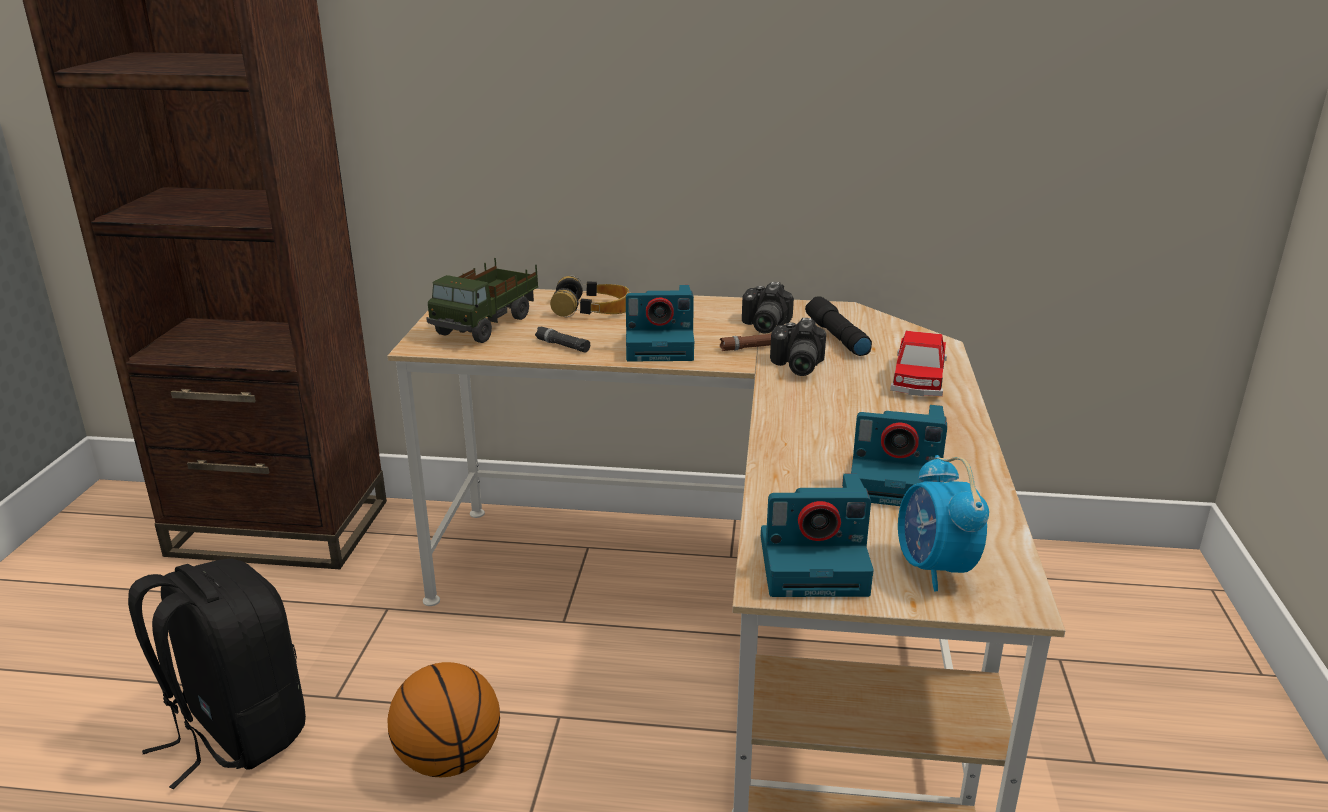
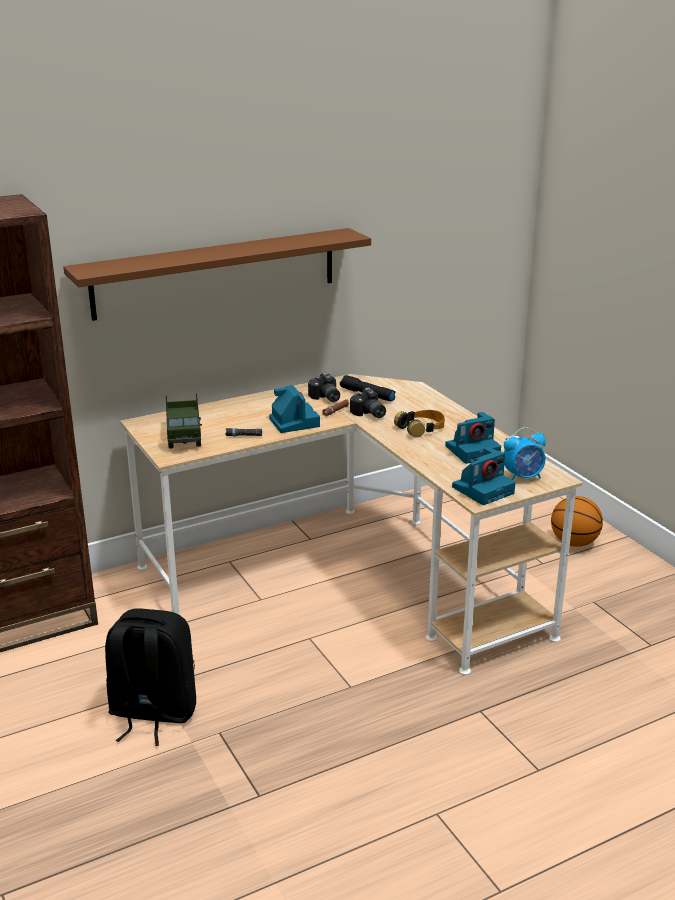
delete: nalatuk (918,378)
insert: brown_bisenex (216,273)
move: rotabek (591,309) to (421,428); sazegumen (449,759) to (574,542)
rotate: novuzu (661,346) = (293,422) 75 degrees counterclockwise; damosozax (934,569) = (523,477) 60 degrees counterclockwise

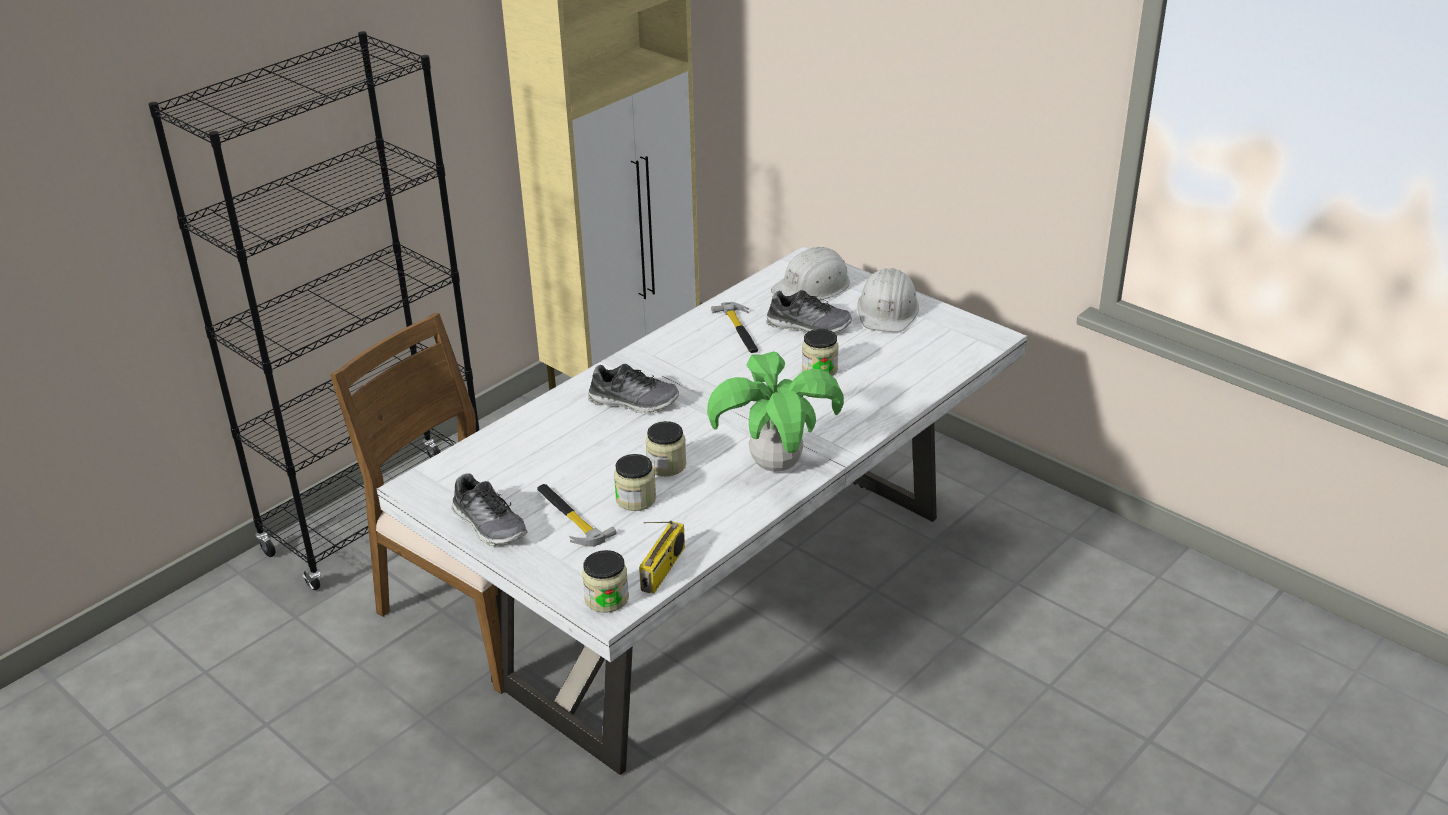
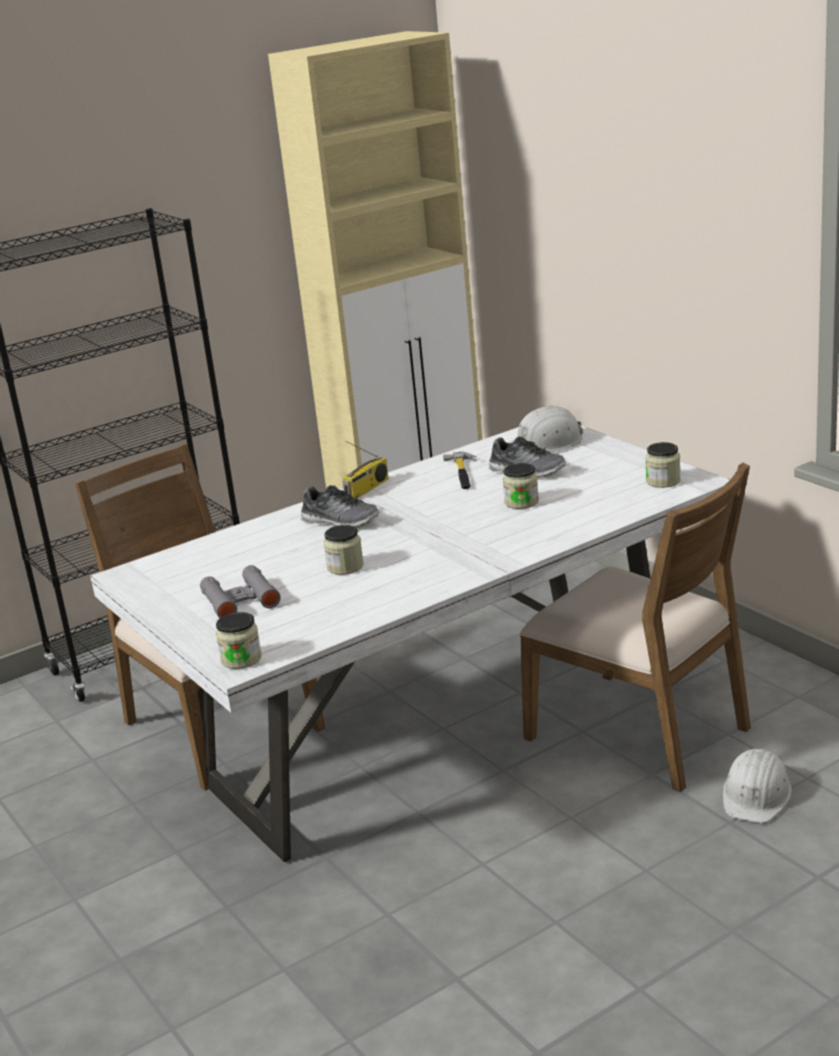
delete: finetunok (776,465); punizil (489,525)
insert: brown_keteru (640,731)
move: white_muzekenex (888,310) to (756,795); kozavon (636,499) to (663,481); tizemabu (663,570) to (366,489)
replace: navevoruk (569,517) to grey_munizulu (240,600)

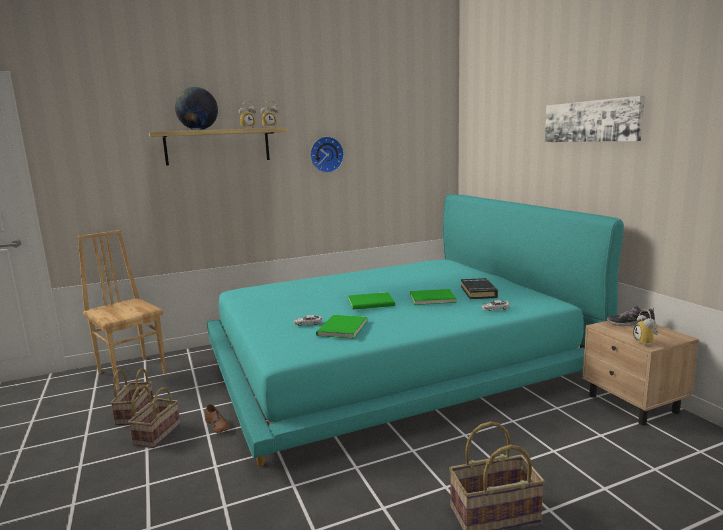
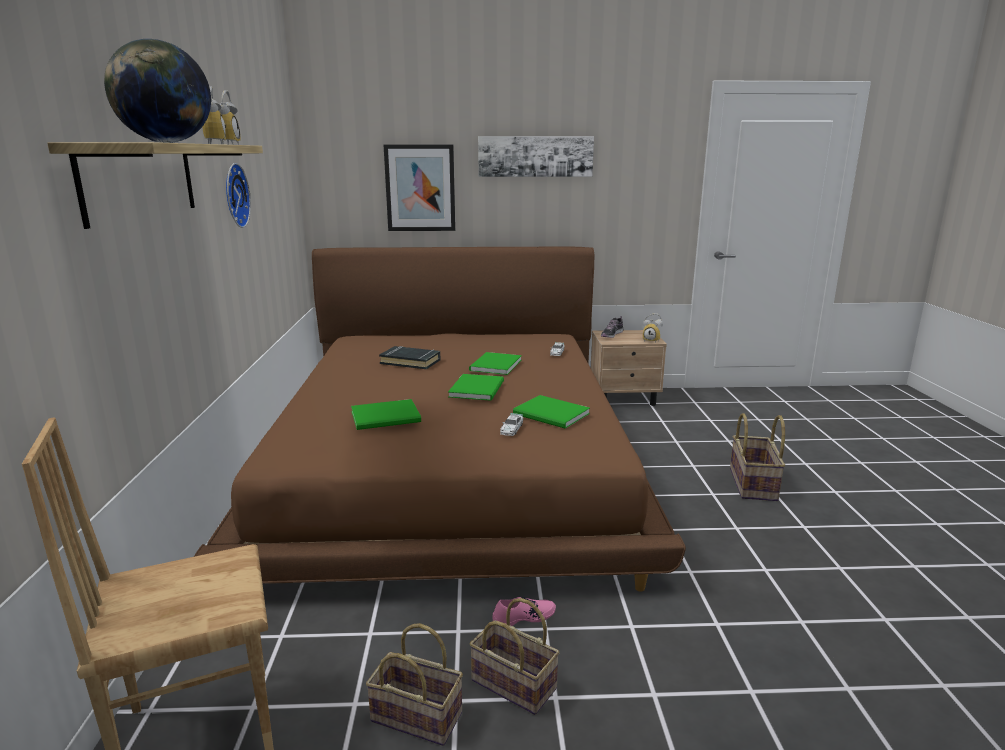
insert: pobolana (420,188); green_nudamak (388,417)
move: black_nudamak (479,292) to (410,362)
recolor: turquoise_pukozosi (391,362) to brown_pukozosi (453,465); brown_punizil (217,425) to pink_punizil (524,617)

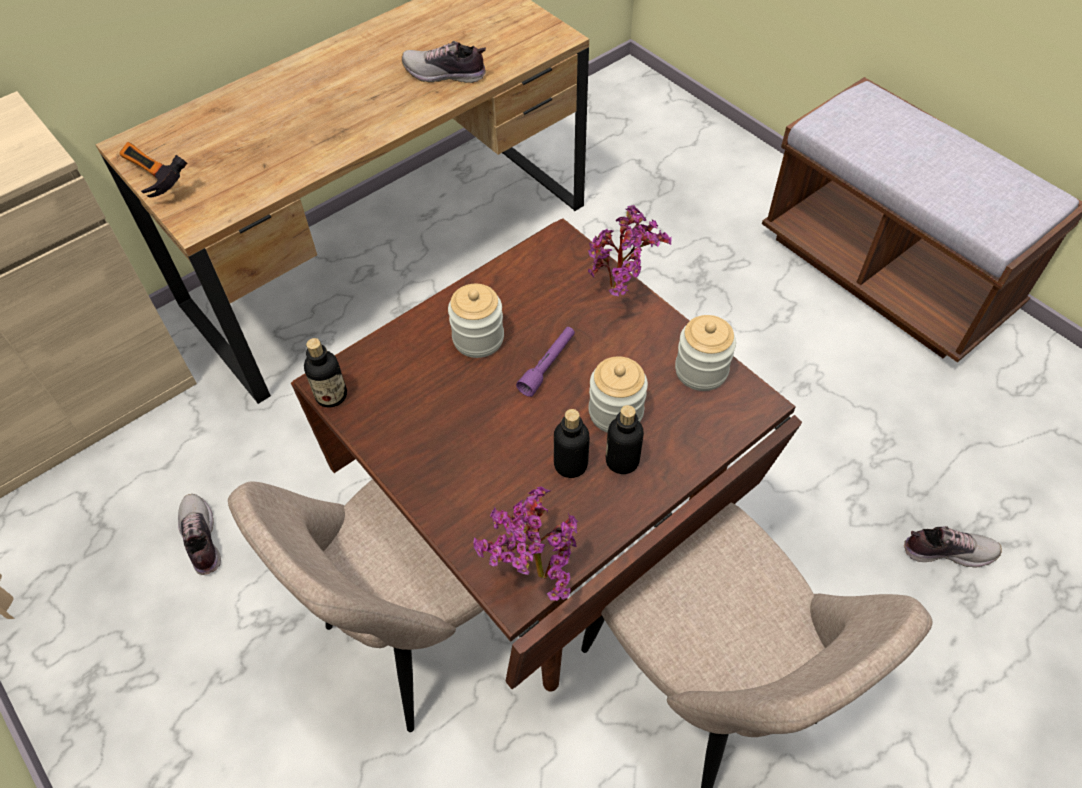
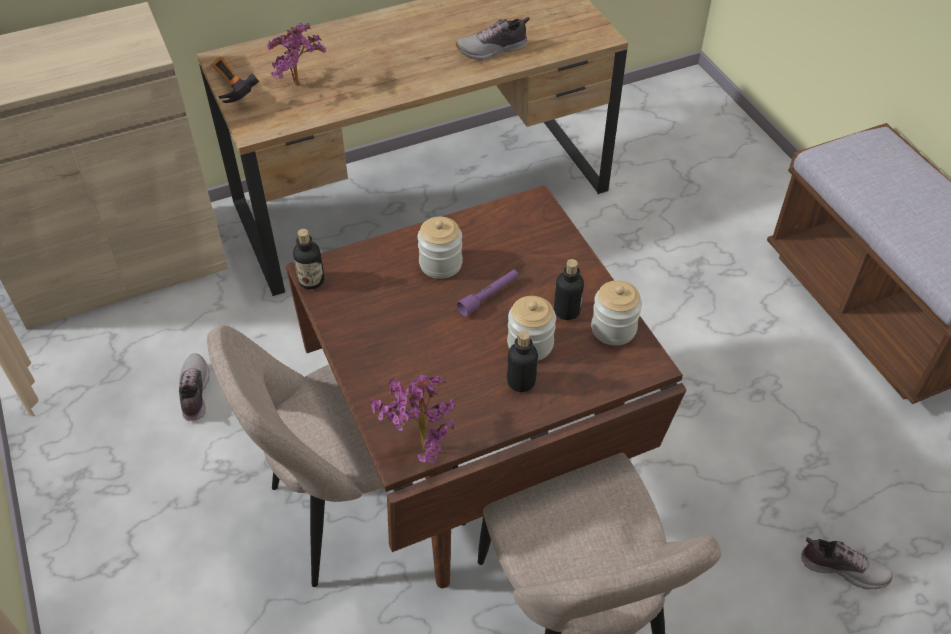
move: finetunok (621,290) to (300,86); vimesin (570,464) to (567,311)
rotate: punizil (445,74) = (493,50) 45 degrees counterclockwise

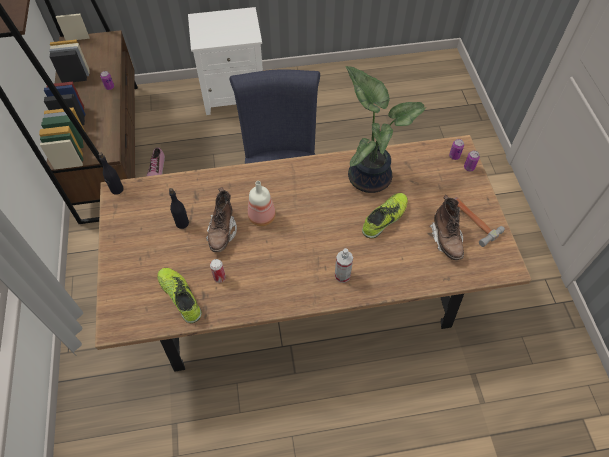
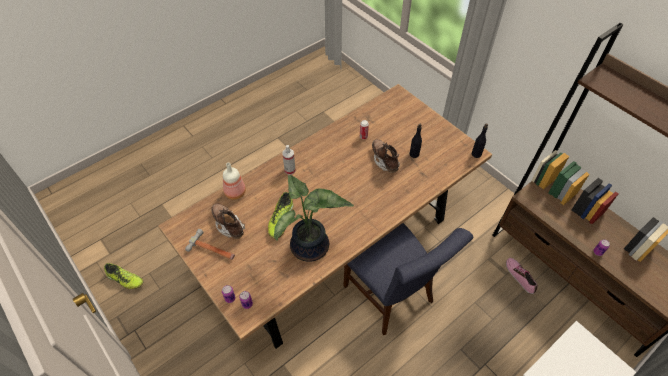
move: vimesin (262,217) to (234,192); punizil (180,296) to (125,279)

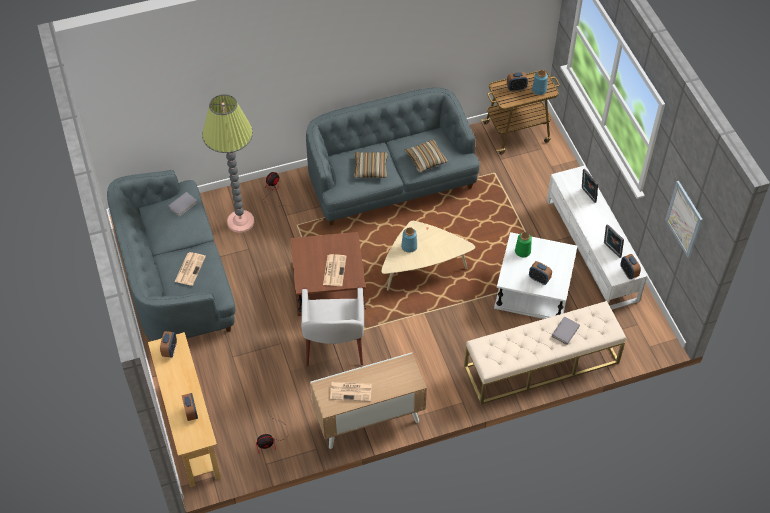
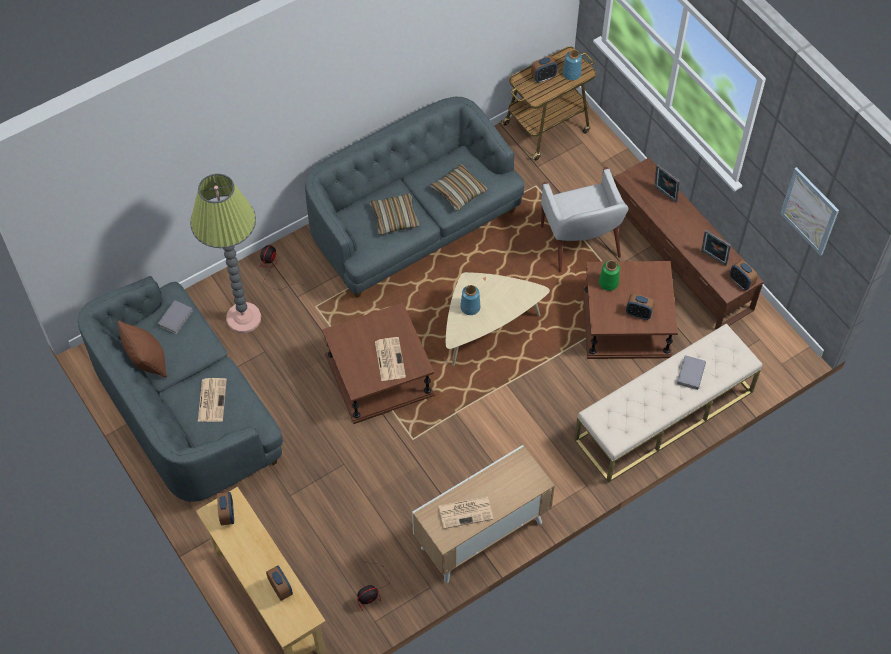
insert: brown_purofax (147,361)
move: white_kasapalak (334,345) to (580,243)
recolor: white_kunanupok (591,250) to brown_kunanupok (680,259); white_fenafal (534,288) to brown_fenafal (626,322)

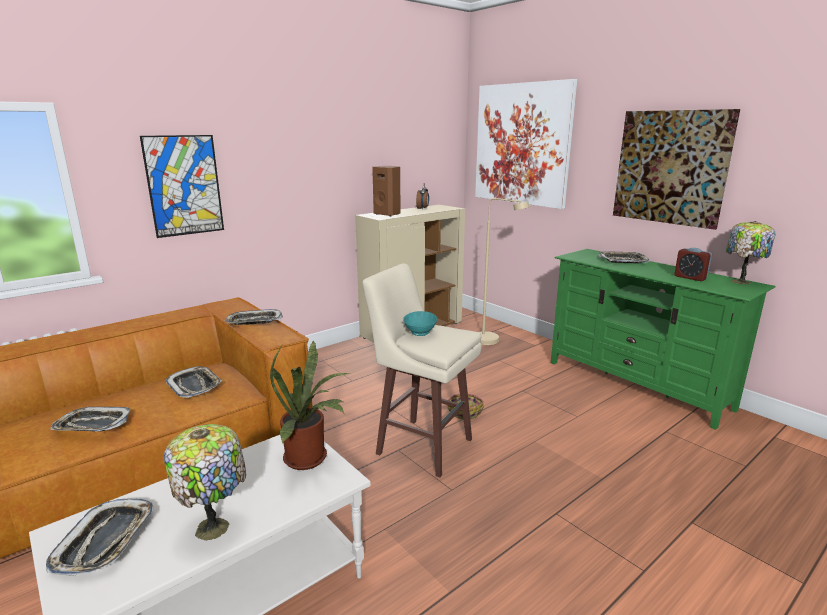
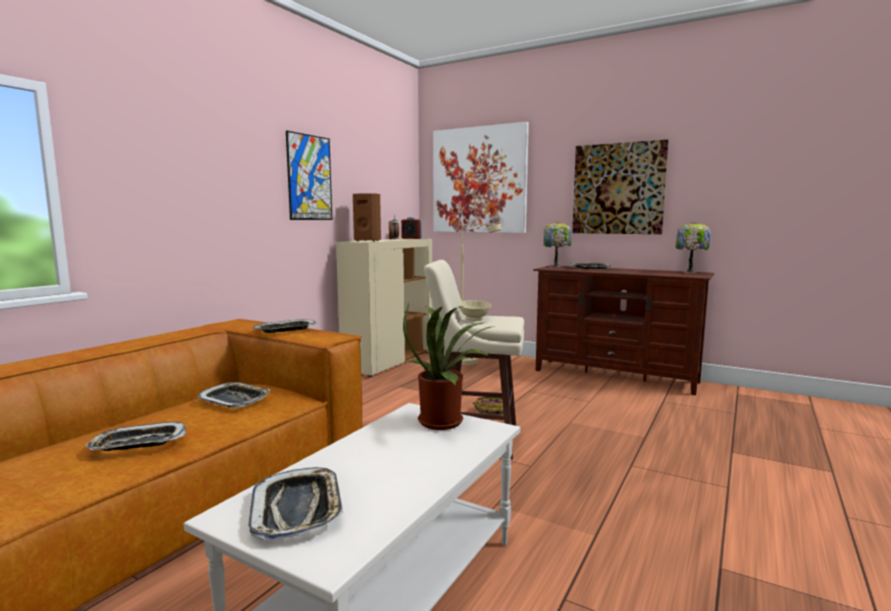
move: pobolana (184,185) to (309,178); damosozax (690,277) to (411,238); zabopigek (215,527) to (556,266)
recolor: green_kunanupok (636,384) to brown_kunanupok (615,376); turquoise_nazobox (419,333) to beige_nazobox (474,319)

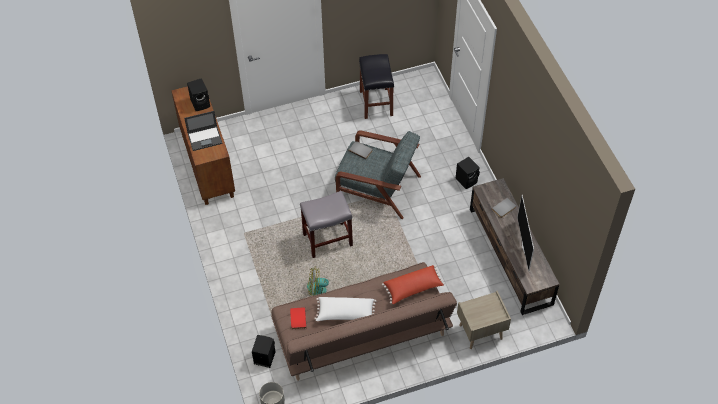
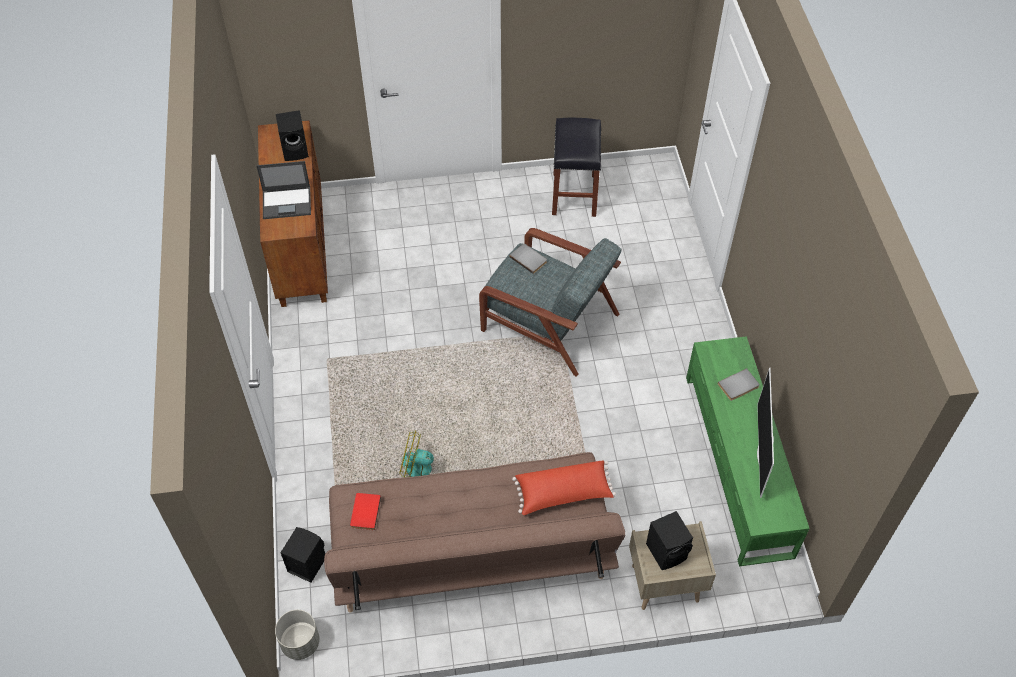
delete: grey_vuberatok (328,239); white_purofax (345,314)
move: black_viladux (467,180) to (667,551)
recolor: brown_kunanupok (510,256) to green_kunanupok (737,464)

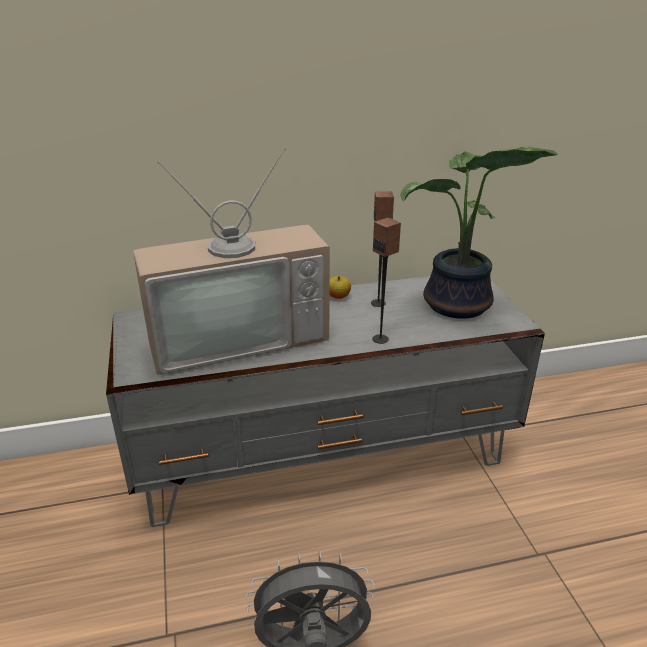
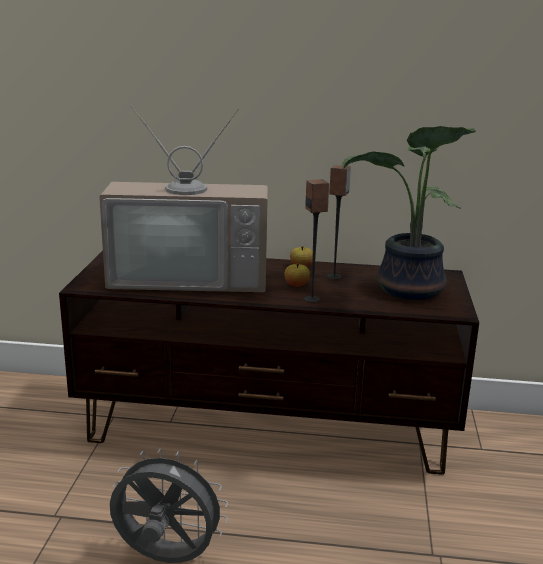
insert: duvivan (296,285)
recolor: grey_kunanupok (324,457) to brown_kunanupok (268,429)

